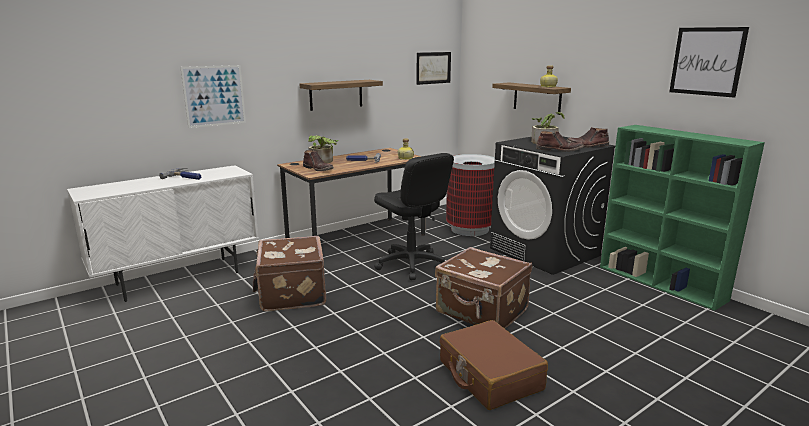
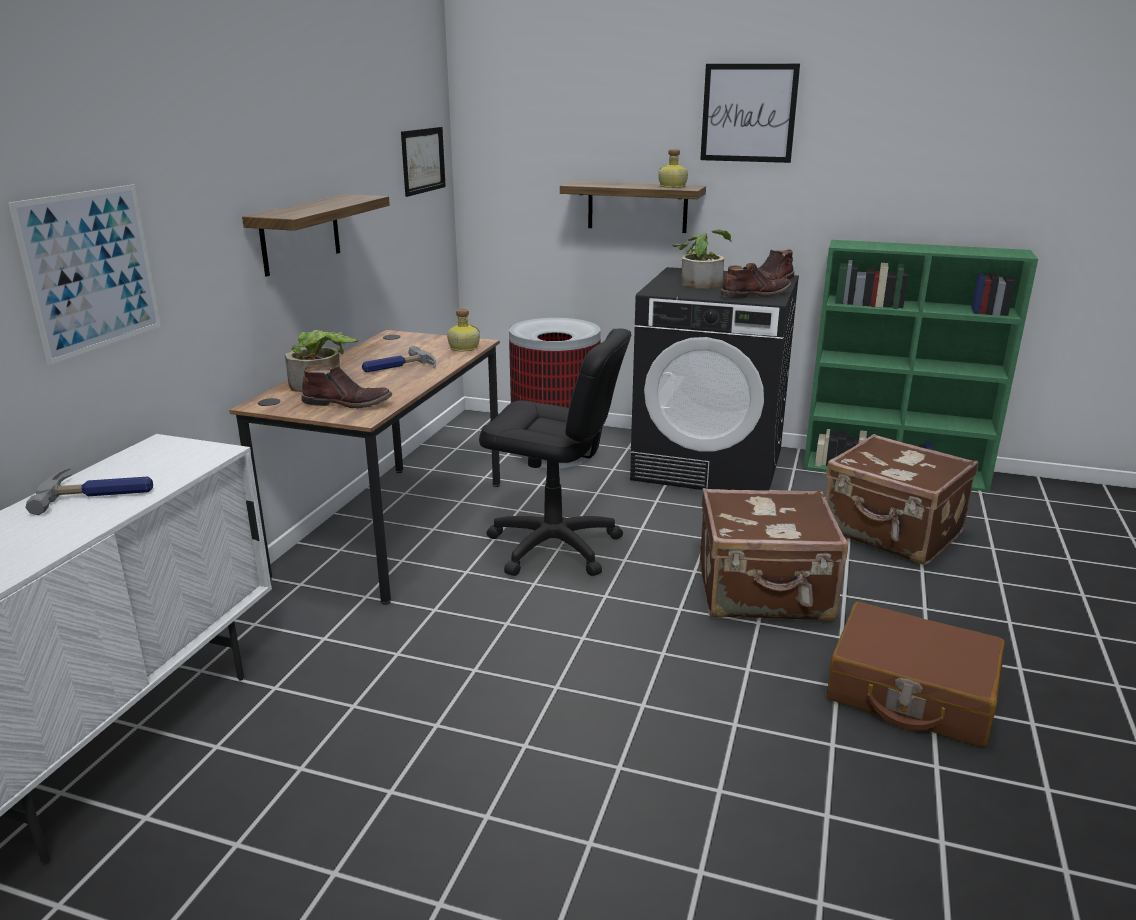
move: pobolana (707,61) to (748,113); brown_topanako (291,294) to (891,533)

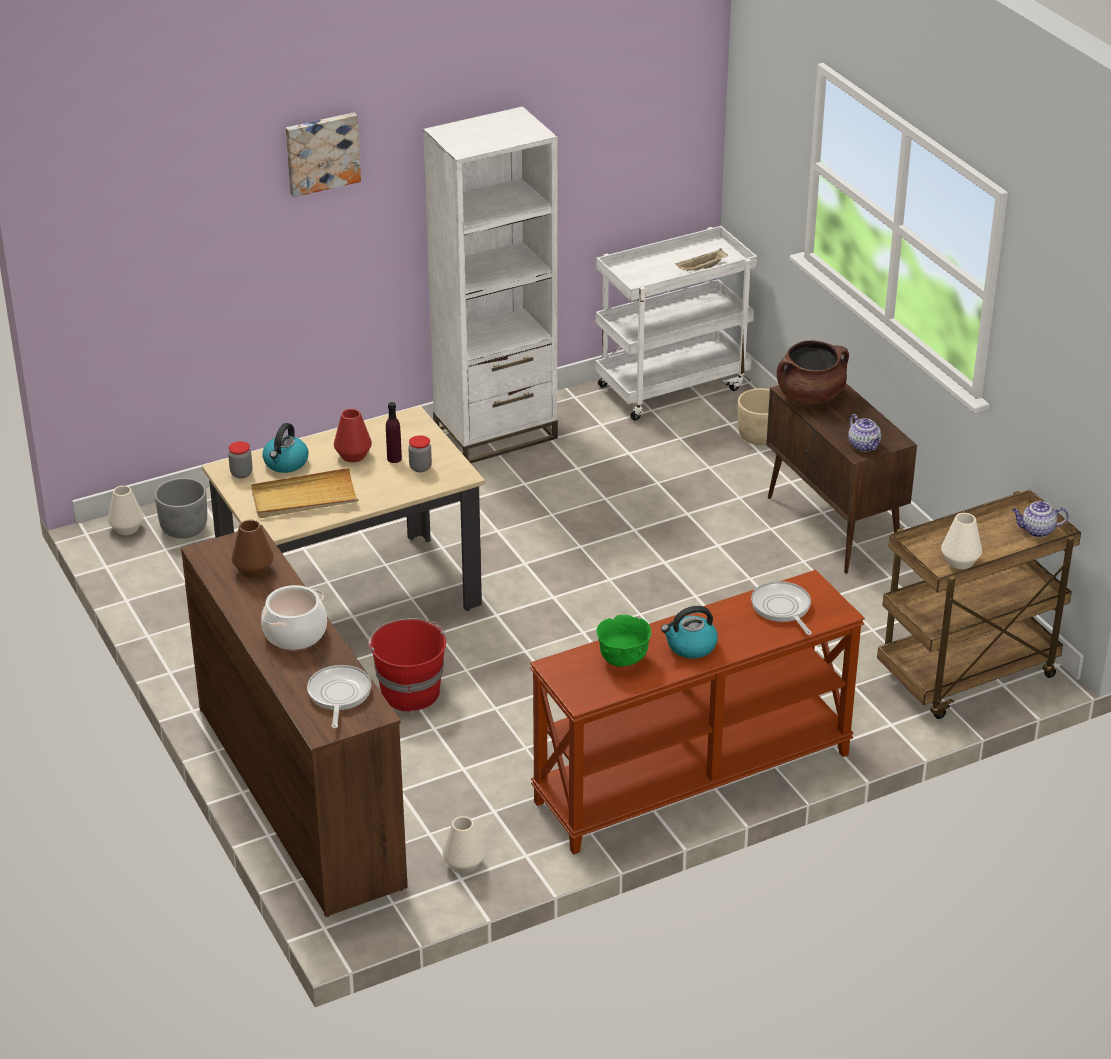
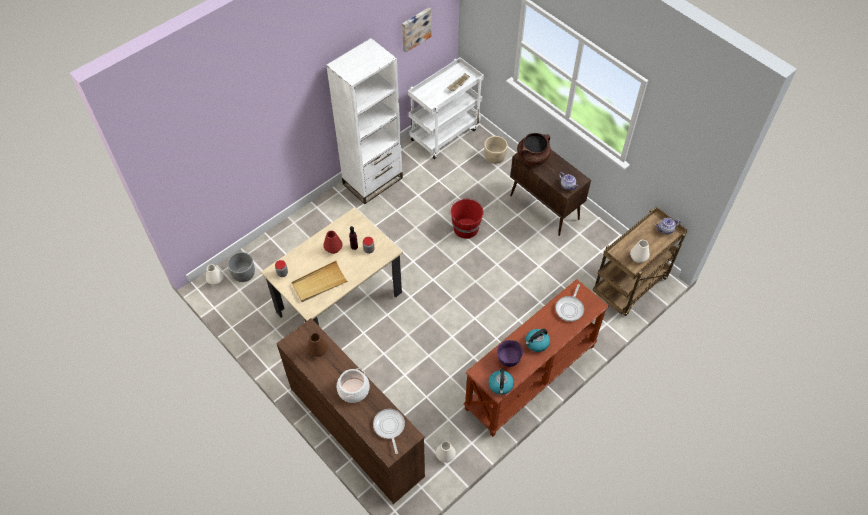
move: pobolana (322,153) to (415,29); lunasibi (286,463) to (501,385); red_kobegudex (409,691) to (465,228)
recolor: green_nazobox (623,659) to purple_nazobox (508,359)
rotate: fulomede (782,608) = (570,308) 120 degrees counterclockwise

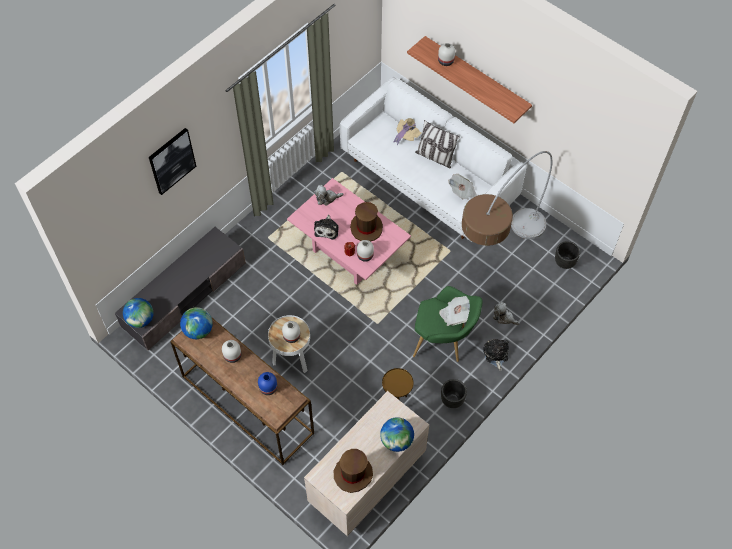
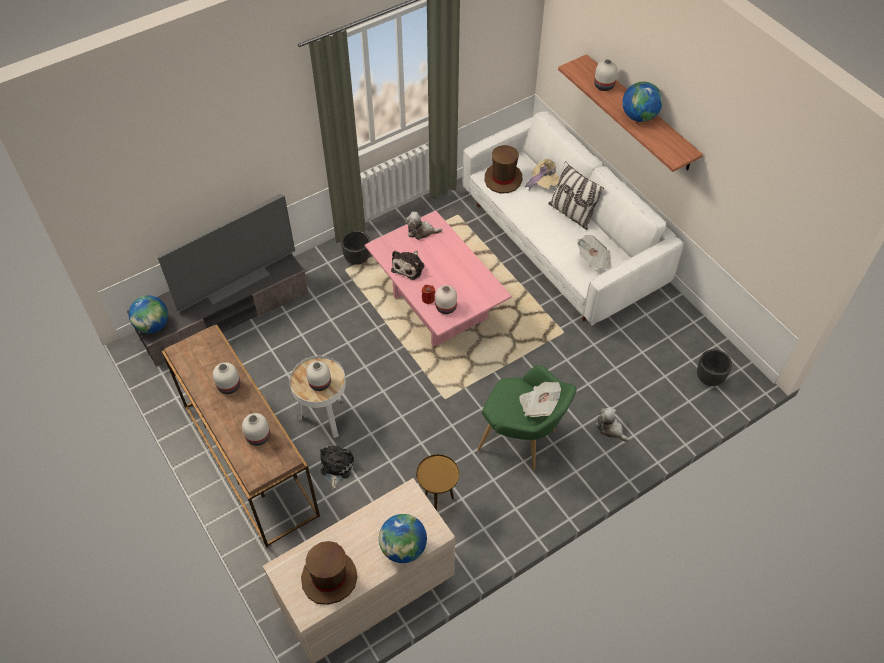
delete: pobolana (171,160); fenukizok (498,255)
insert: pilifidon (235,280)
move: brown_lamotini (366,227) to (503,179); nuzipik (198,330) to (639,117); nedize (495,355) to (336,467); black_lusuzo (452,400) to (357,258)
recolor: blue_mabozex (268,388) to white_mabozex (258,437)

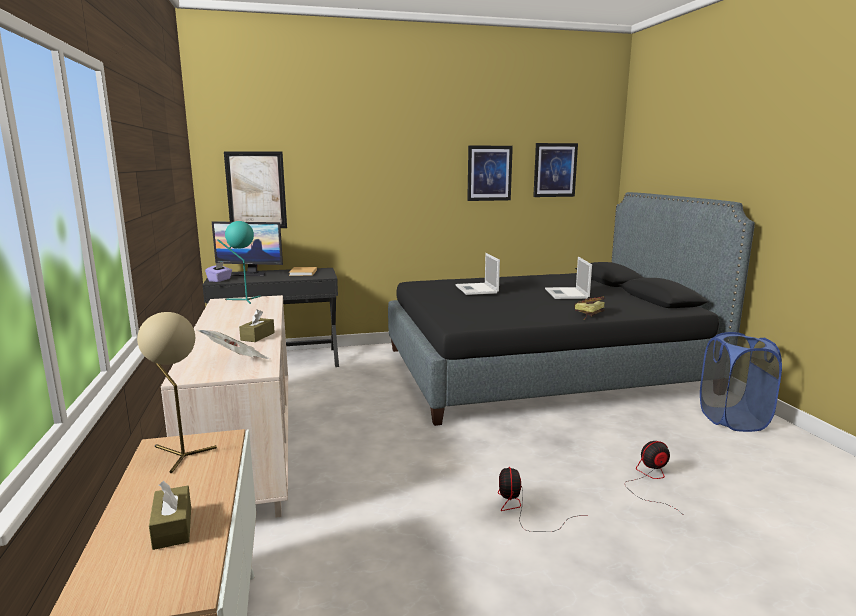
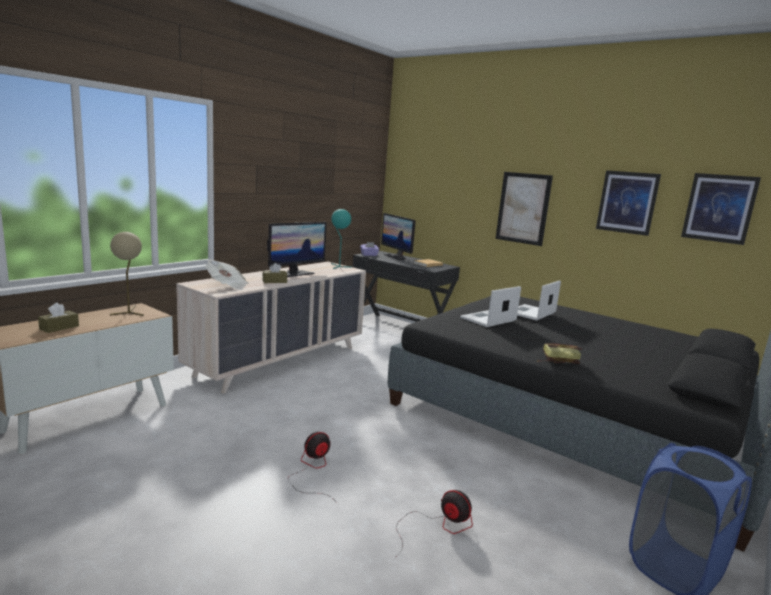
insert: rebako (295,273)
move: pobolana (256,190) to (523,208); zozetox (567,294) to (487,319)

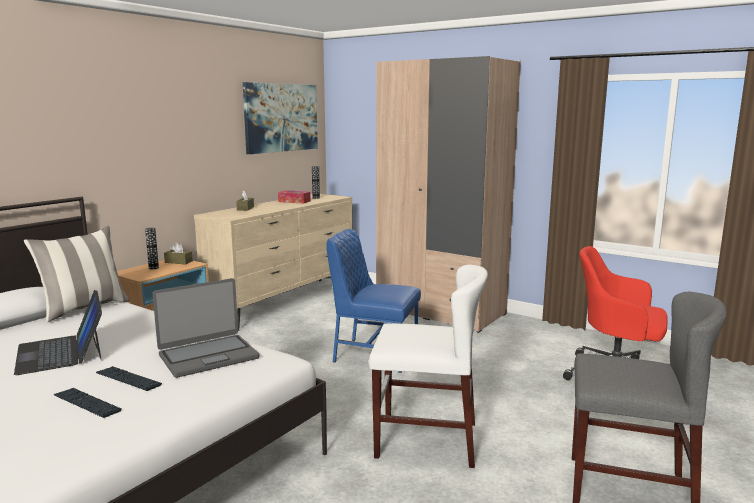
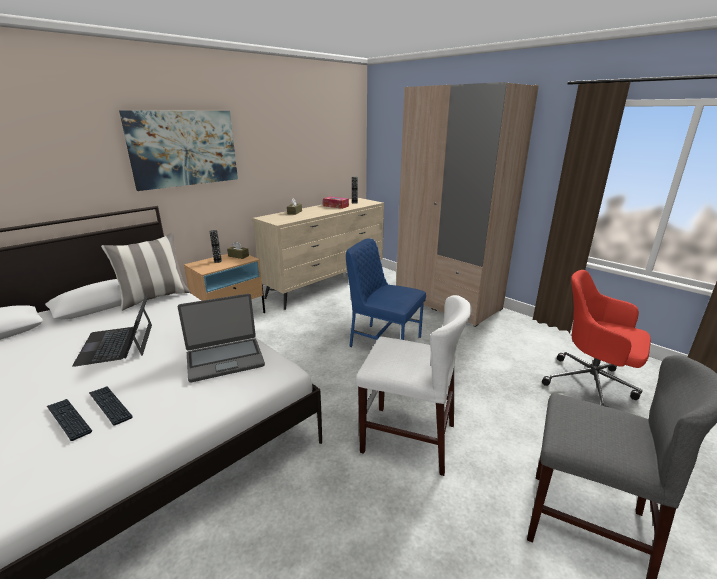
move: pobolana (281,117) to (184,148); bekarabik (128,379) to (69,419)

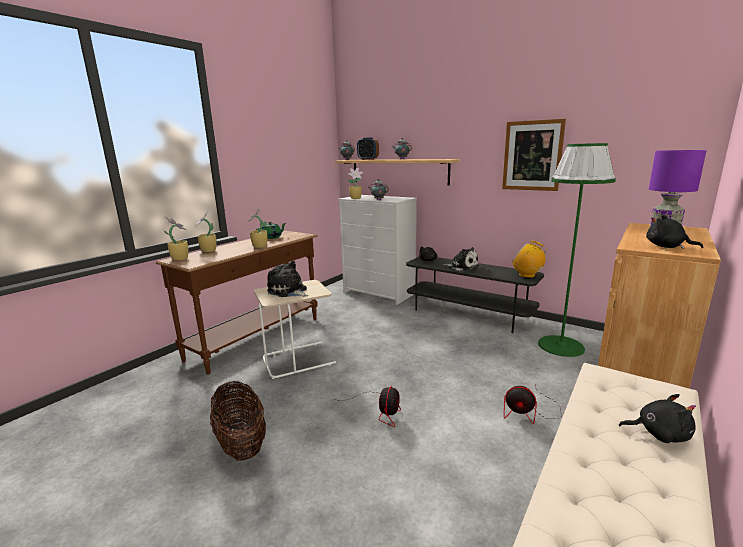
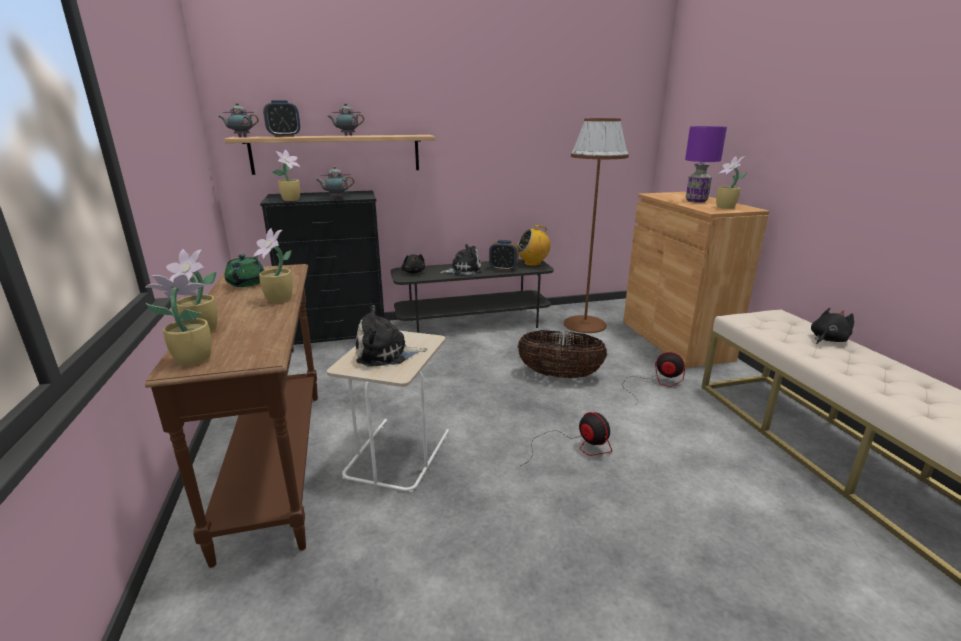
delete: pobolana (532,155)
insert: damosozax (503,269)
move: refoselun (241,443) to (559,375)
replace: black_nedize (667,247) to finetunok (725,207)
recolor: green_fenukizok (561,346) to brown_fenukizok (584,324); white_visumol (380,293) to black_visumol (338,336)
rotate: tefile (529,412) = (655,383) 120 degrees counterclockwise

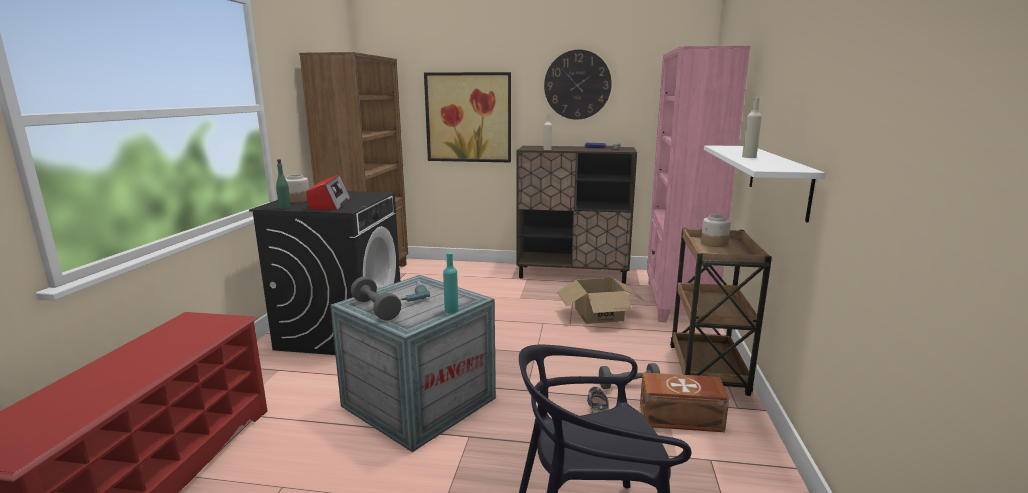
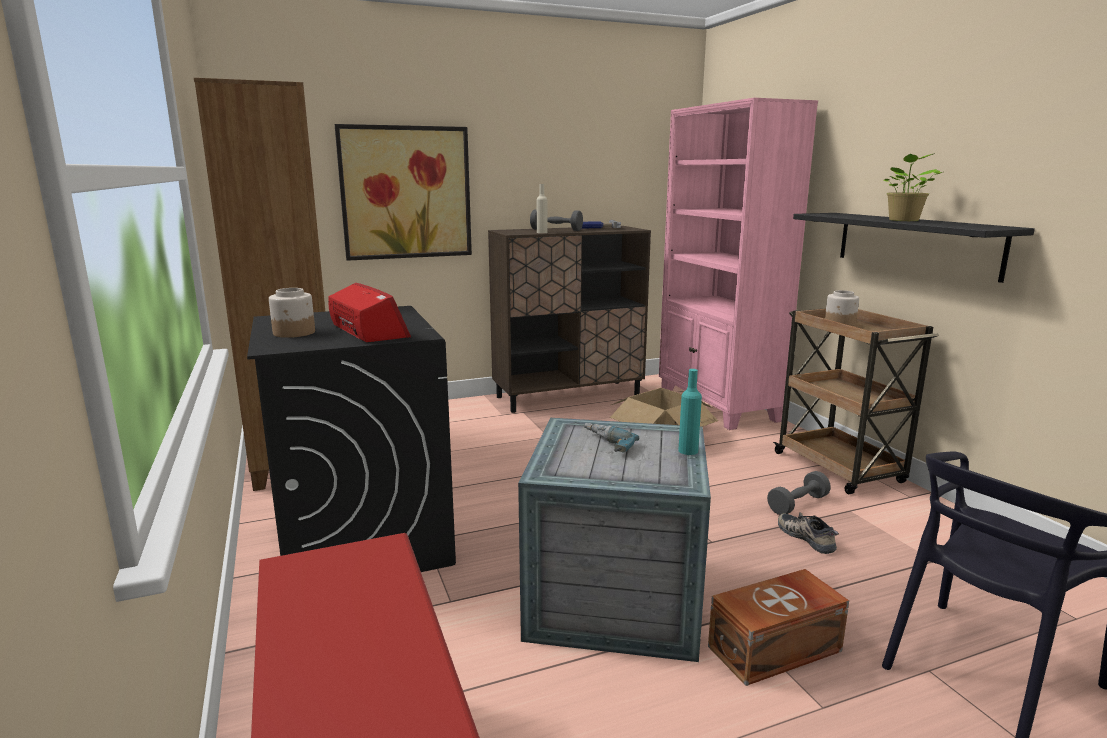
delete: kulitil (577,85); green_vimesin (284,207)
move: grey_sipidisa (376,309) to (556,230); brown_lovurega (682,418) to (777,649)
replace: beige_vimesin (749,157) to finetunok (903,220)
recolor: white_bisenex (778,179) to black_bisenex (915,244)

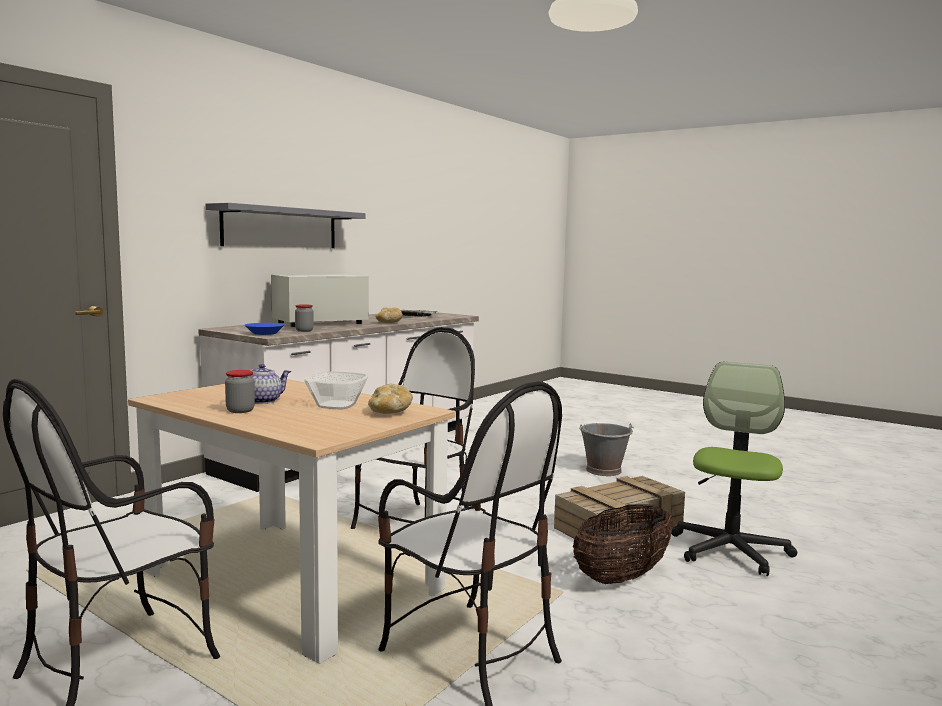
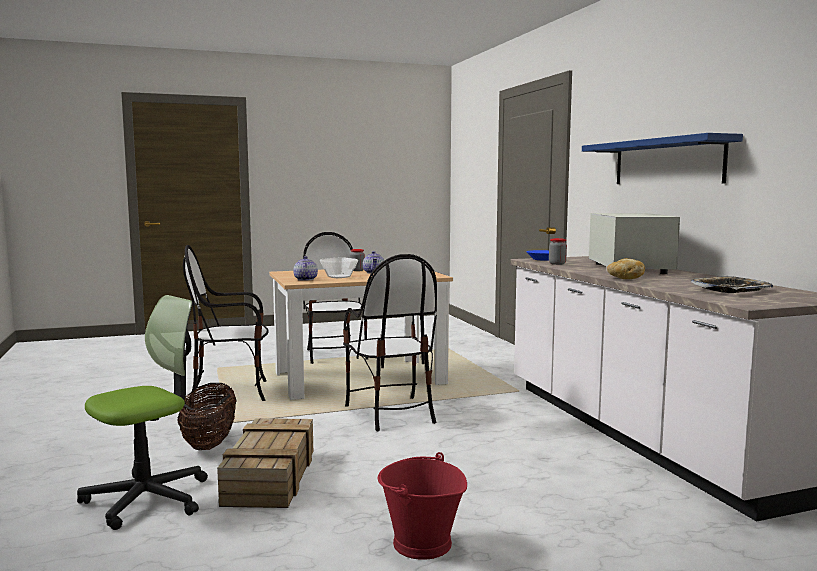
replace: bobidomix (390,412) to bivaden (305,279)
recolor: grey_bisenex (281,228) to blue_bisenex (667,162); grey_kobegudex (604,470) to red_kobegudex (421,544)
rotate: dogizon (730,550) = (147,499) 105 degrees counterclockwise

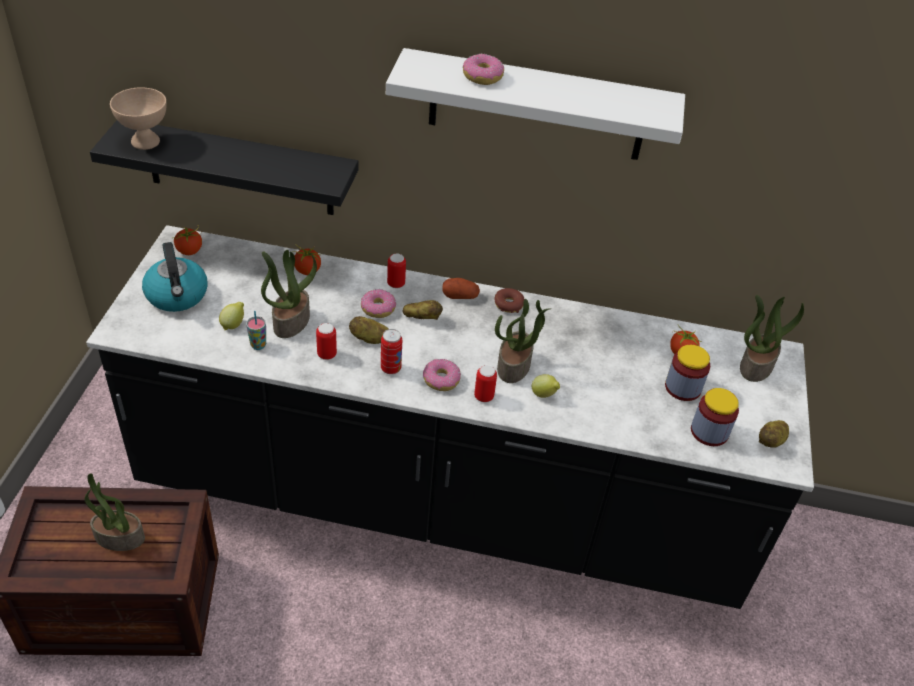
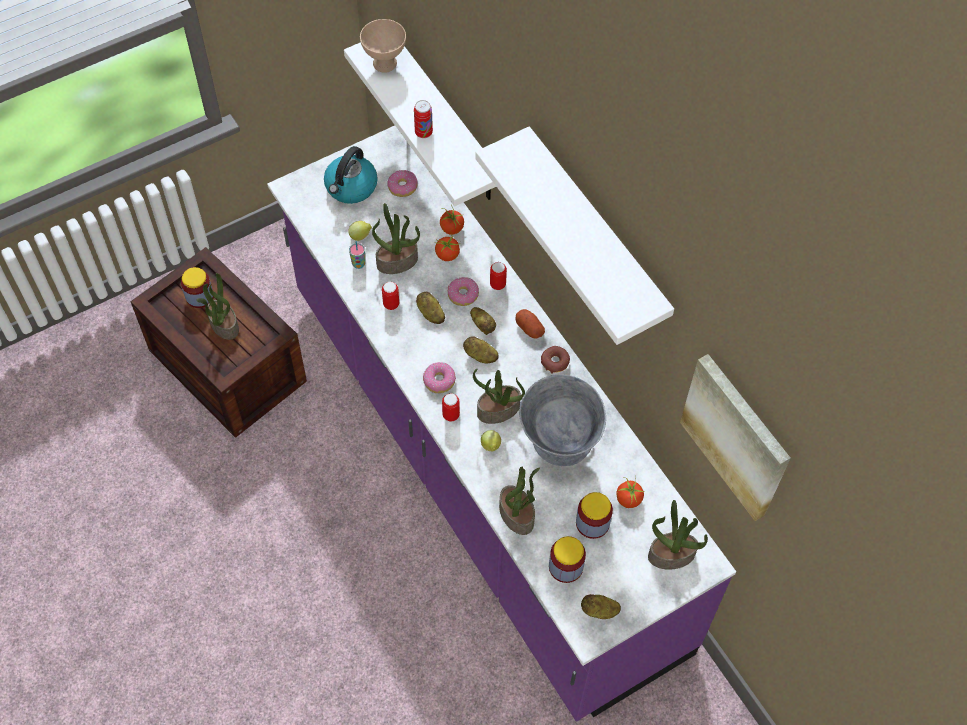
insert: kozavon (199,296); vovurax (480,356); pobolana (737,436); grey_nazobox (558,449); finetunok (517,515)
move: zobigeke (482,76) to (402,187); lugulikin (189,251) to (447,255); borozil (390,368) to (423,132)
recolor: black_bisenex (240,168) to white_bisenex (446,120); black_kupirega (441,501) to purple_kupirega (481,467)

